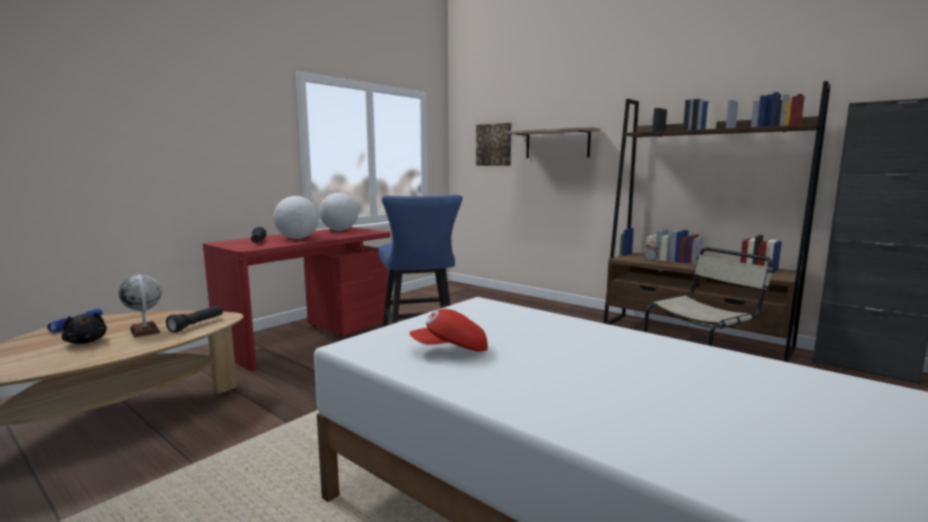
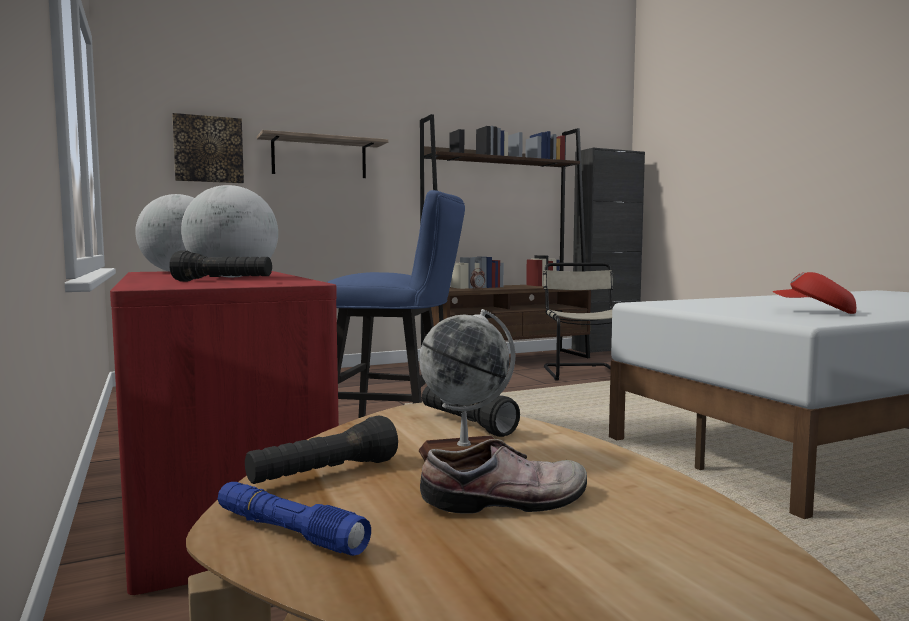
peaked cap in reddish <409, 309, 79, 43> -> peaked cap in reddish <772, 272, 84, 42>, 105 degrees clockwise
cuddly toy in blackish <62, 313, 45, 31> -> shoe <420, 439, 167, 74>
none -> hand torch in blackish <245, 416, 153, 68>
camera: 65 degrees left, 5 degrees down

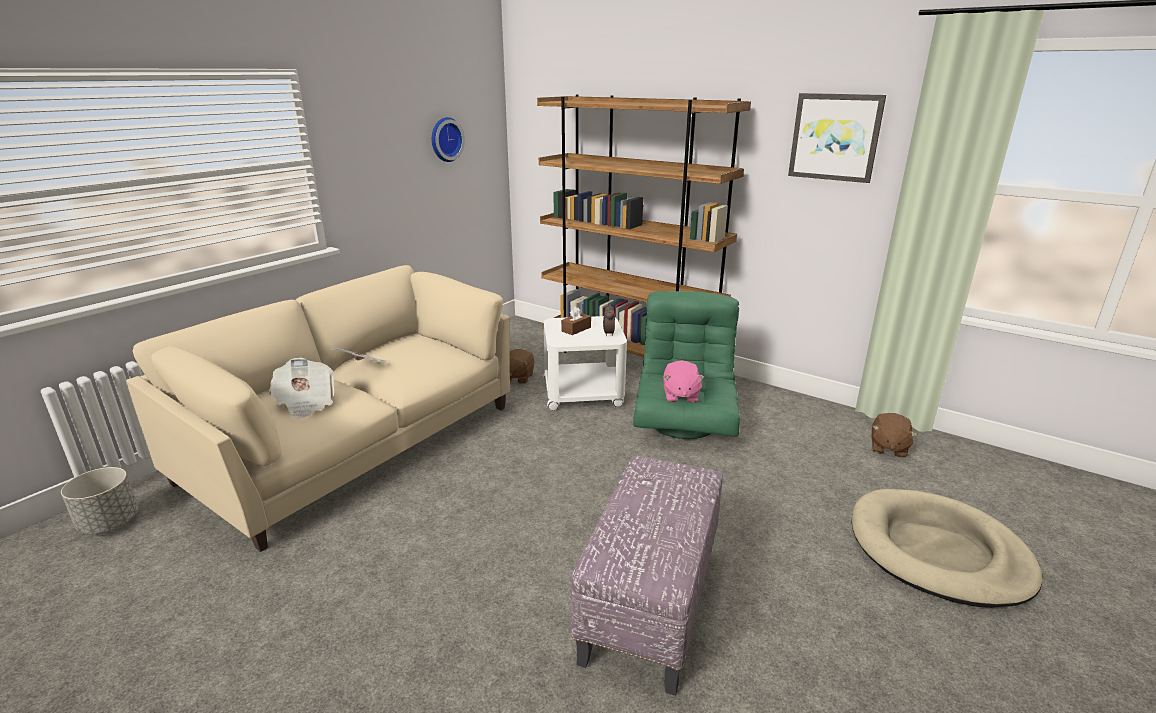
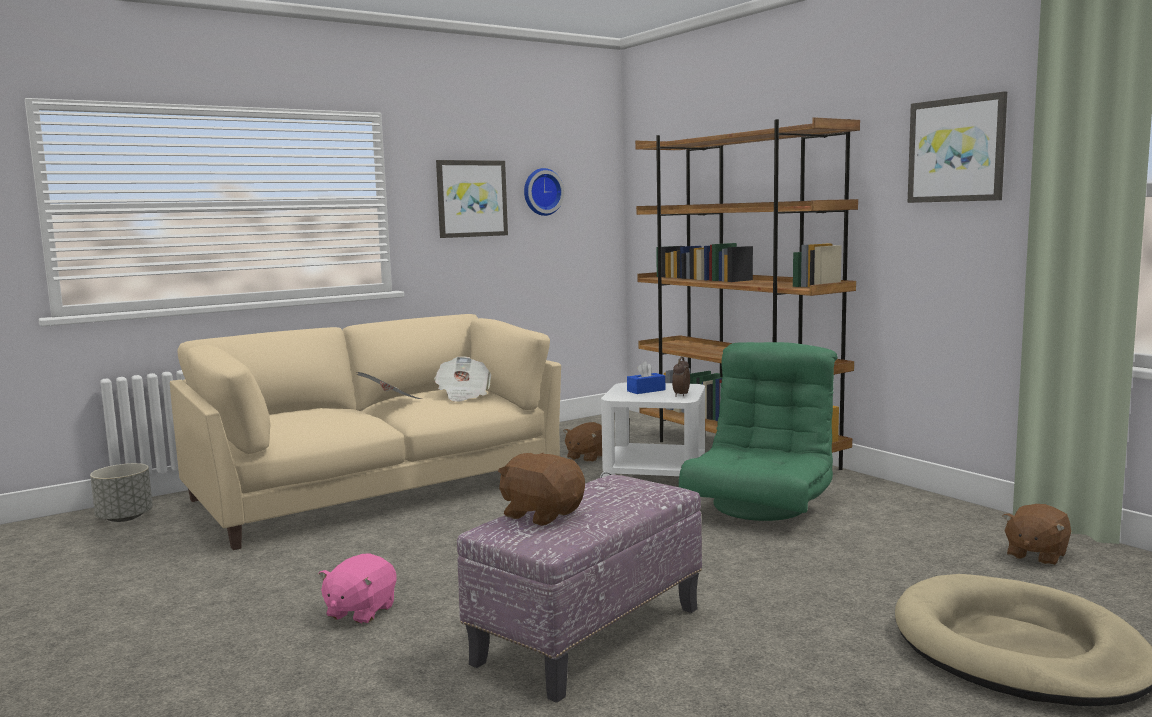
tissue holder in brown <561, 306, 30, 29> -> tissue holder in blue <627, 361, 39, 33>
daily paper <269, 357, 65, 62> -> daily paper <434, 356, 57, 46>, moved
cuddly toy in pink-coloured <663, 360, 42, 43> -> cuddly toy in pink-coloured <319, 553, 77, 71>, moved
none -> wall picture <436, 160, 72, 78>
none -> cuddly toy in brown <498, 453, 87, 73>
camera: 20 degrees right, 15 degrees down

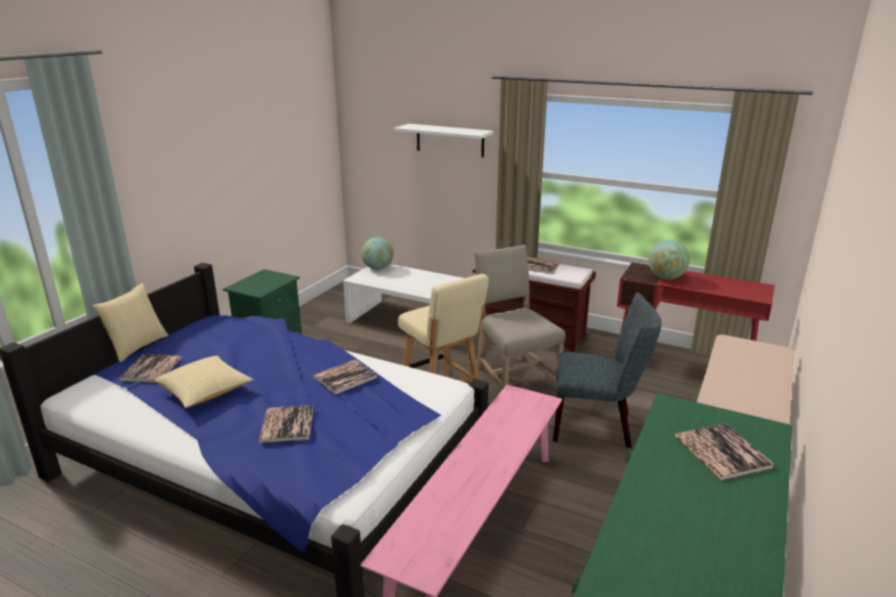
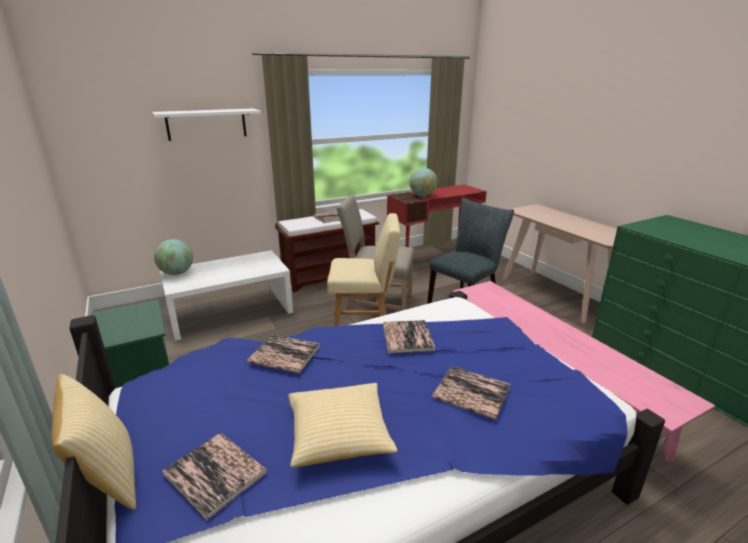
volume <675, 423, 100, 58> -> volume <247, 335, 73, 38>, moved
camera: 55 degrees left, 0 degrees up

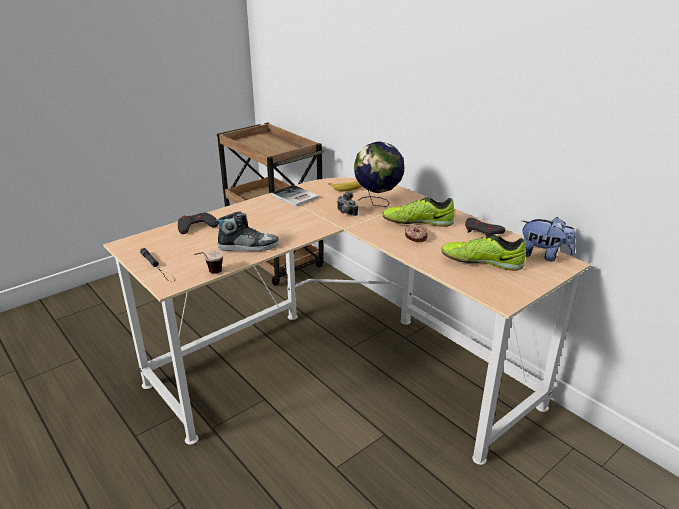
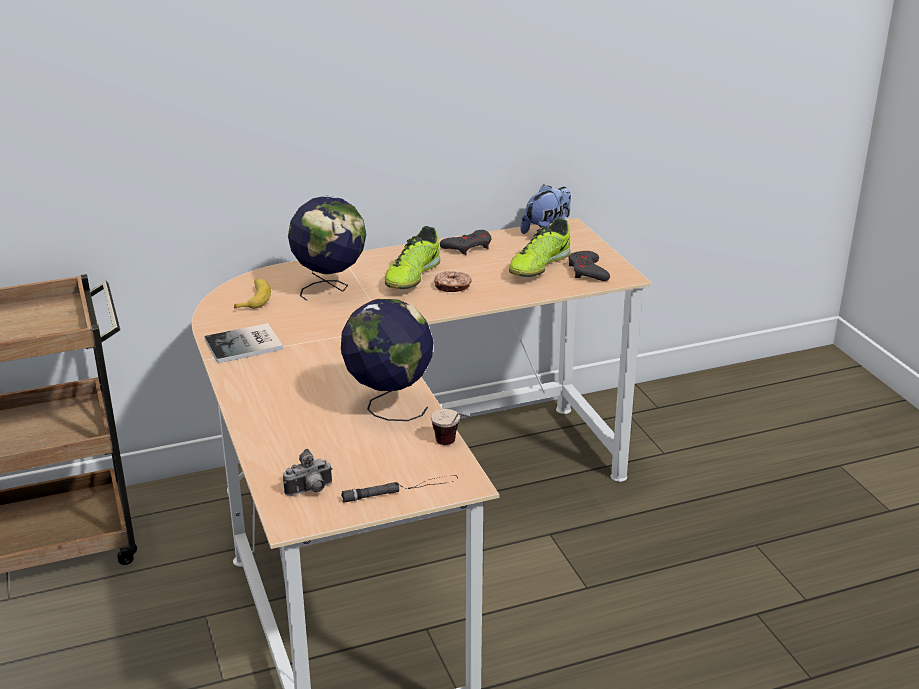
still camera <337, 192, 21, 24> -> still camera <283, 449, 49, 47>, moved
shoe <215, 211, 64, 40> -> world globe <341, 299, 93, 122>
game controller in grey <178, 213, 40, 21> -> game controller in grey <568, 251, 42, 30>, moved
camera: 70 degrees left, 0 degrees up

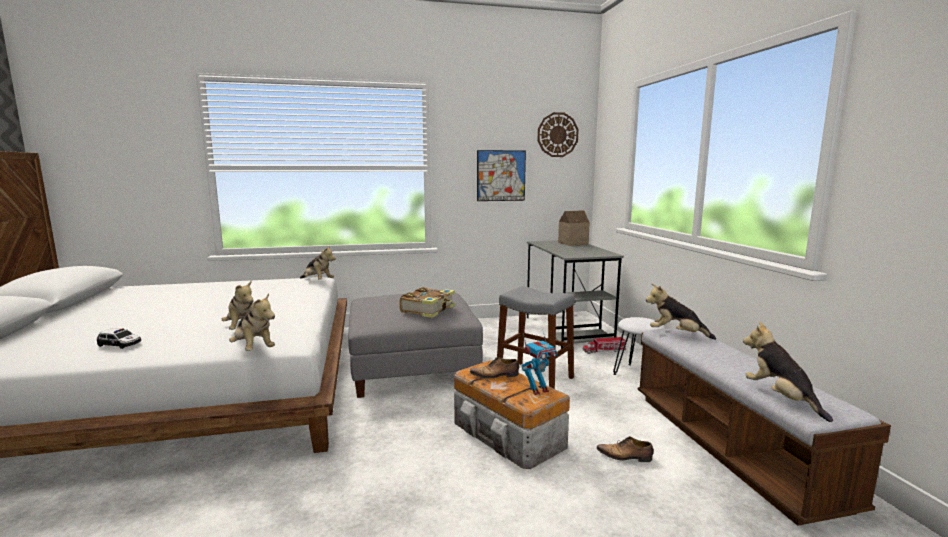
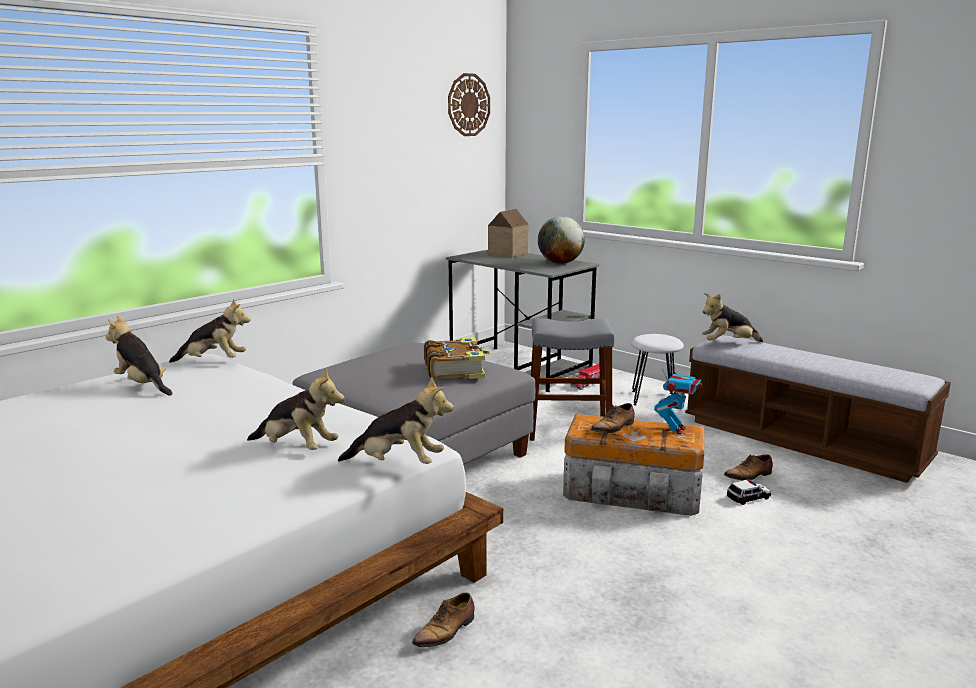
wall picture <477, 150, 49, 51> -> none
cuddly toy <743, 322, 90, 100> -> cuddly toy <105, 316, 68, 80>, moved
model car <97, 328, 44, 21> -> model car <727, 479, 44, 26>, moved
none -> world globe <538, 216, 47, 48>
none -> shoe <412, 593, 63, 54>
camera: 35 degrees left, 5 degrees up

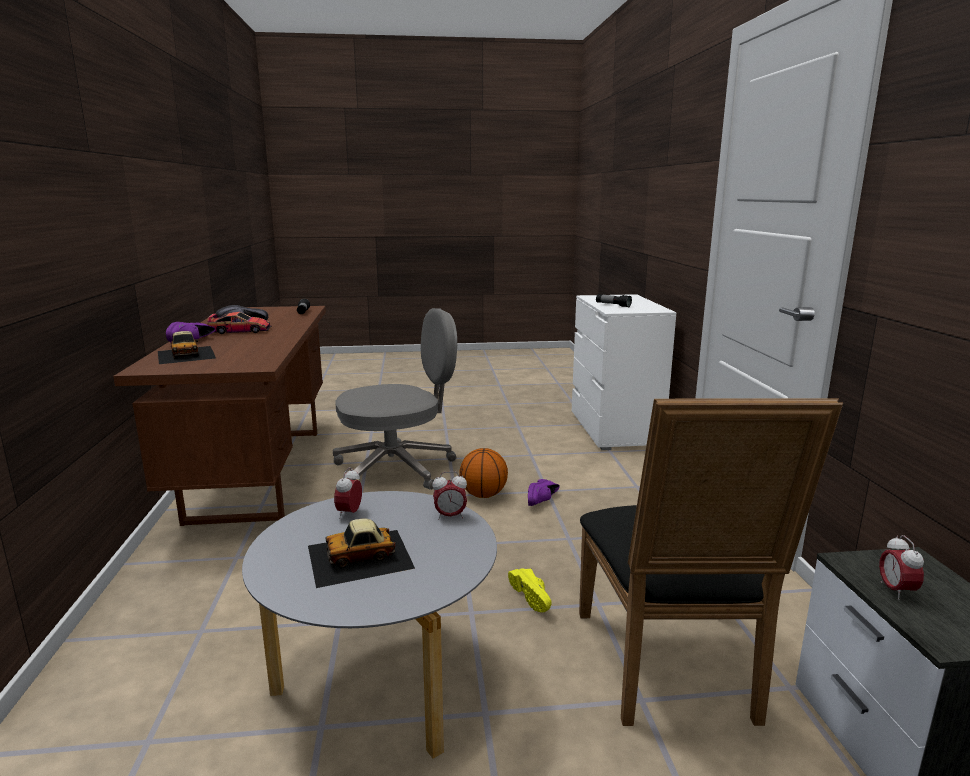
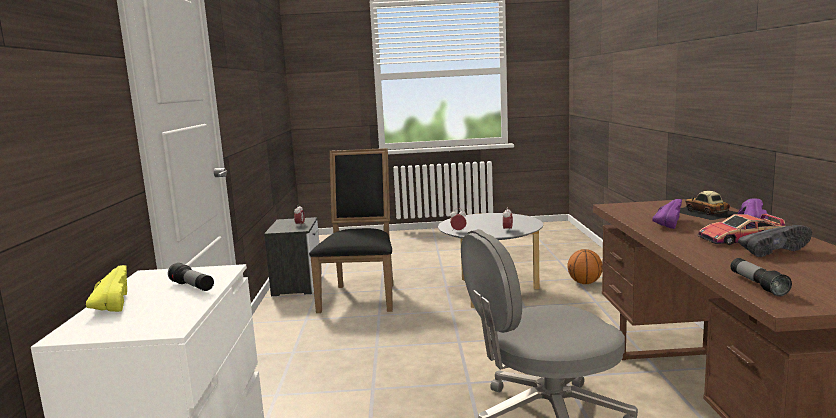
basketball ball <459, 448, 49, 50> -> basketball ball <567, 249, 36, 35>, moved
shoe in purple-coloured <528, 479, 32, 27> -> shoe in purple-coloured <652, 199, 30, 30>, moved
model car <308, 519, 107, 69> -> none
shoe in yellow <508, 568, 44, 44> -> shoe in yellow <86, 265, 41, 47>, moved
camera: 175 degrees left, 5 degrees down

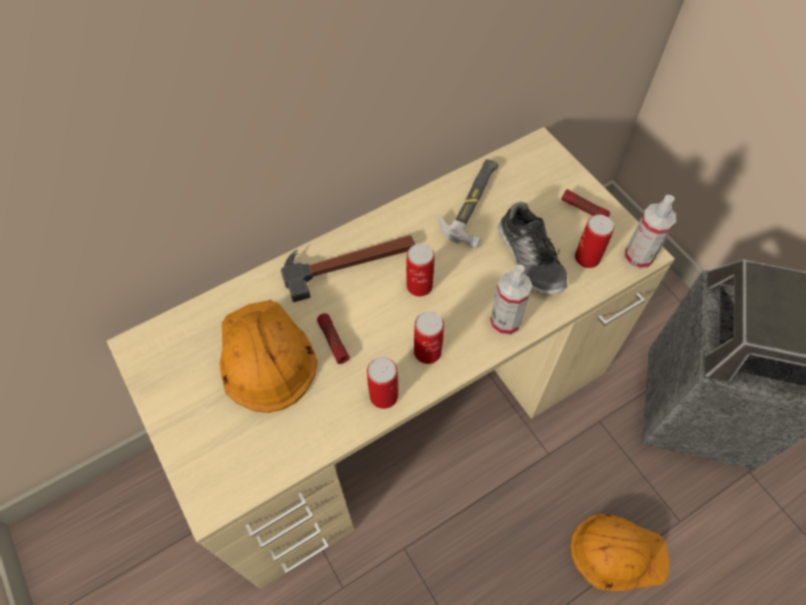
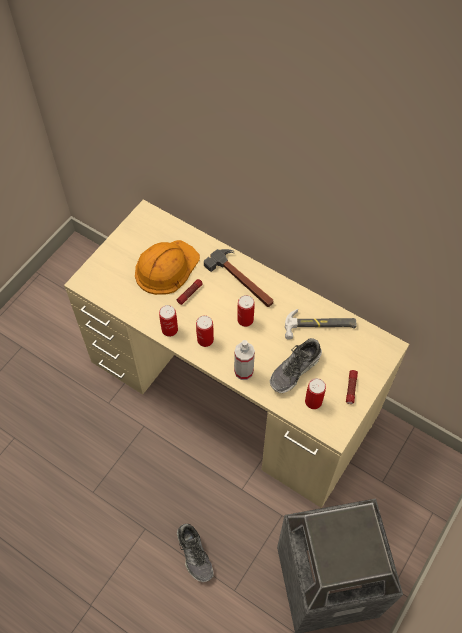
hand sprayer <624, 195, 52, 74> -> none
work helmet in orange-coloured <570, 513, 100, 79> -> shoe <177, 524, 36, 58>
camera: 65 degrees right, 0 degrees up

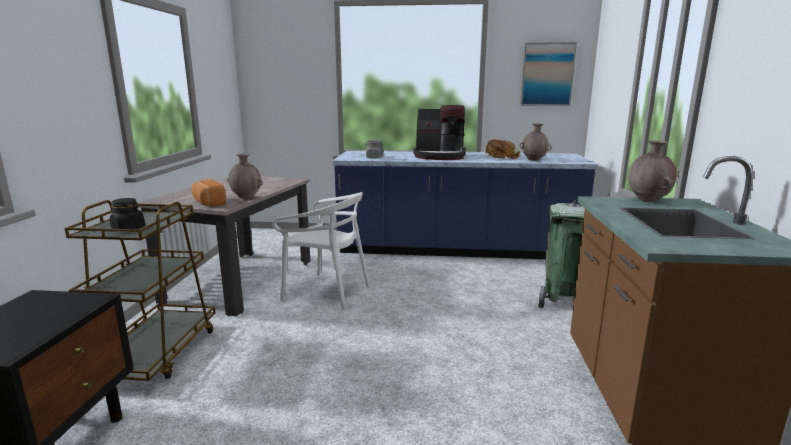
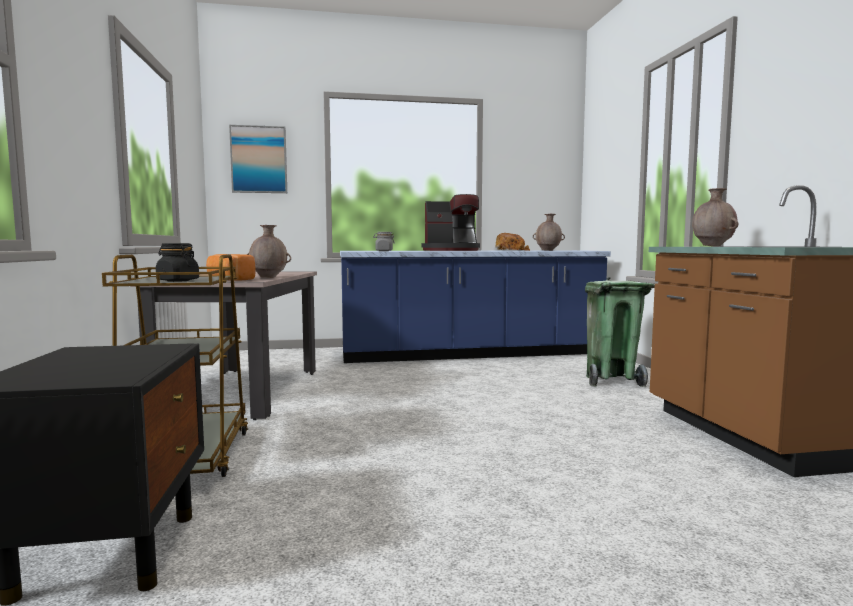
wall picture <520, 42, 57, 64> -> wall picture <229, 125, 58, 68>, moved
upright chair in whitish <272, 192, 98, 117> -> none
camera: 15 degrees left, 10 degrees down

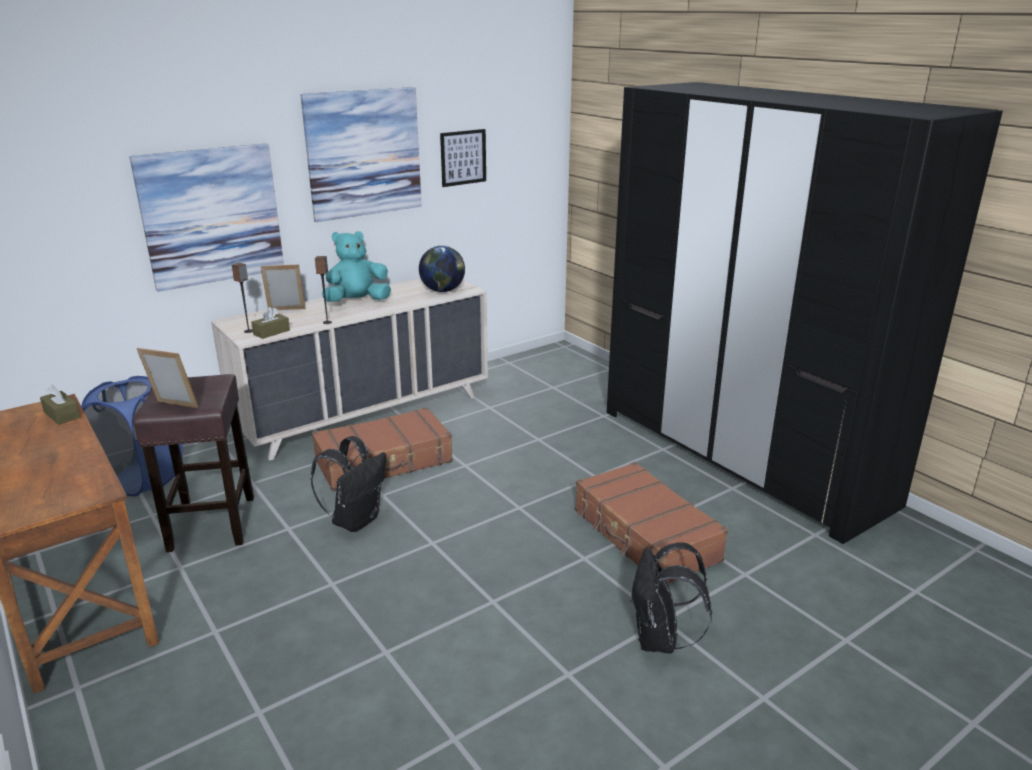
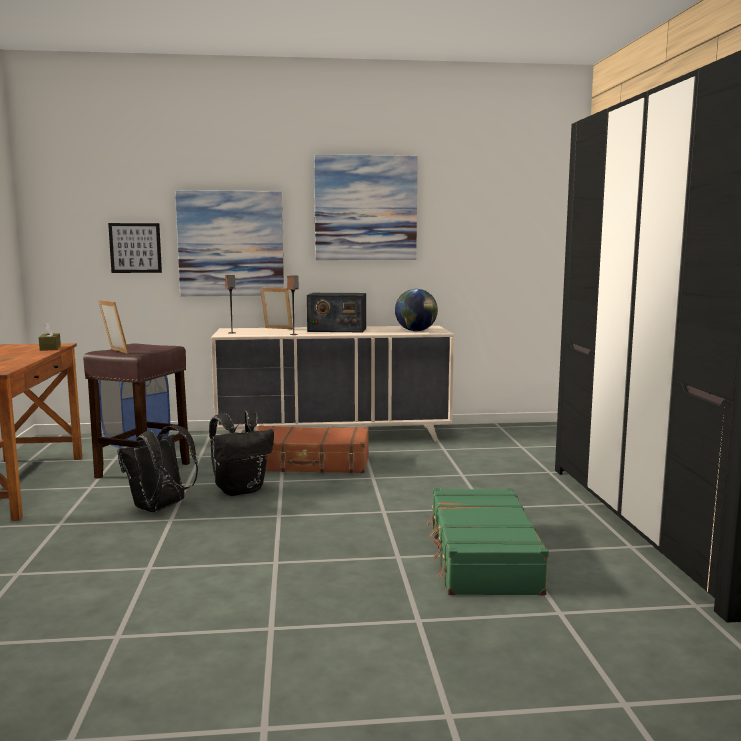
wall picture <440, 129, 46, 58> -> wall picture <108, 223, 54, 50>, moved
cuddly toy in turquoise-coloured <322, 231, 69, 71> -> radio set <307, 293, 59, 39>
tissue holder in brown <251, 307, 39, 32> -> none
travel case in brown <575, 462, 153, 122> -> travel case in green-coloured <427, 488, 122, 107>
knapsack in blackish <631, 542, 81, 111> -> knapsack in blackish <117, 425, 81, 87>, moved
camera: 30 degrees right, 15 degrees down

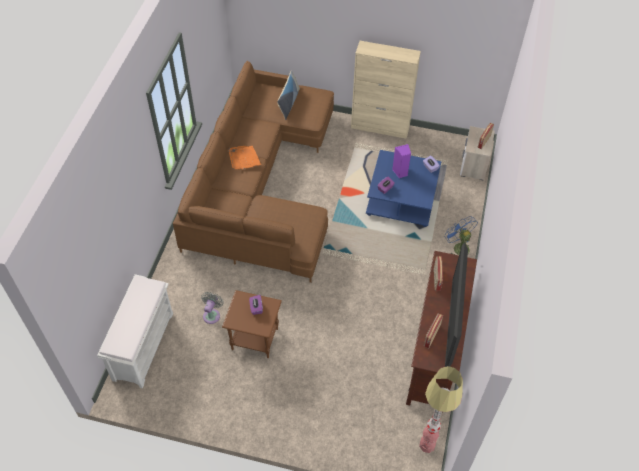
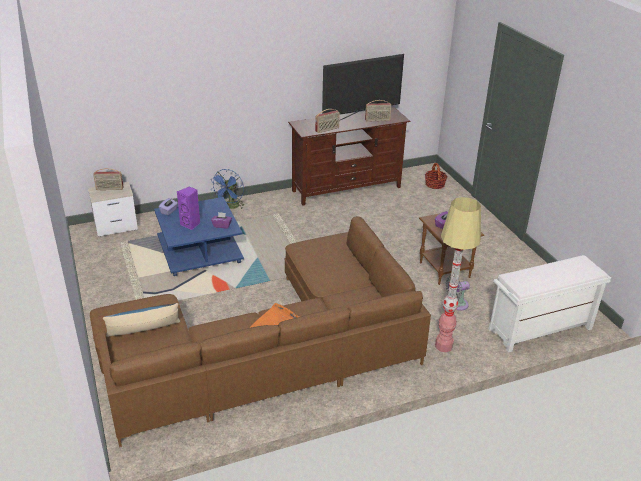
cupboard in beige-coloured <351, 41, 70, 98> -> none
standing lamp <419, 366, 44, 87> -> standing lamp <435, 197, 46, 155>, moved
none -> household basket <425, 163, 23, 26>
camera: 125 degrees left, 20 degrees down

